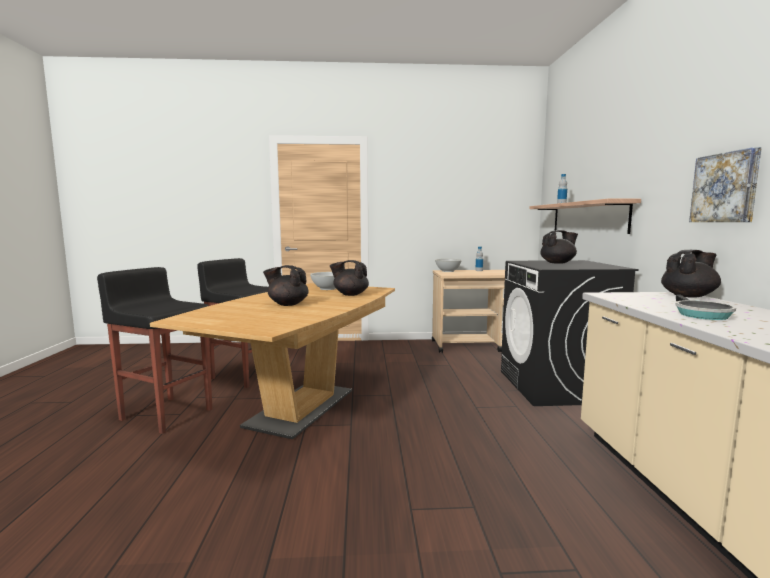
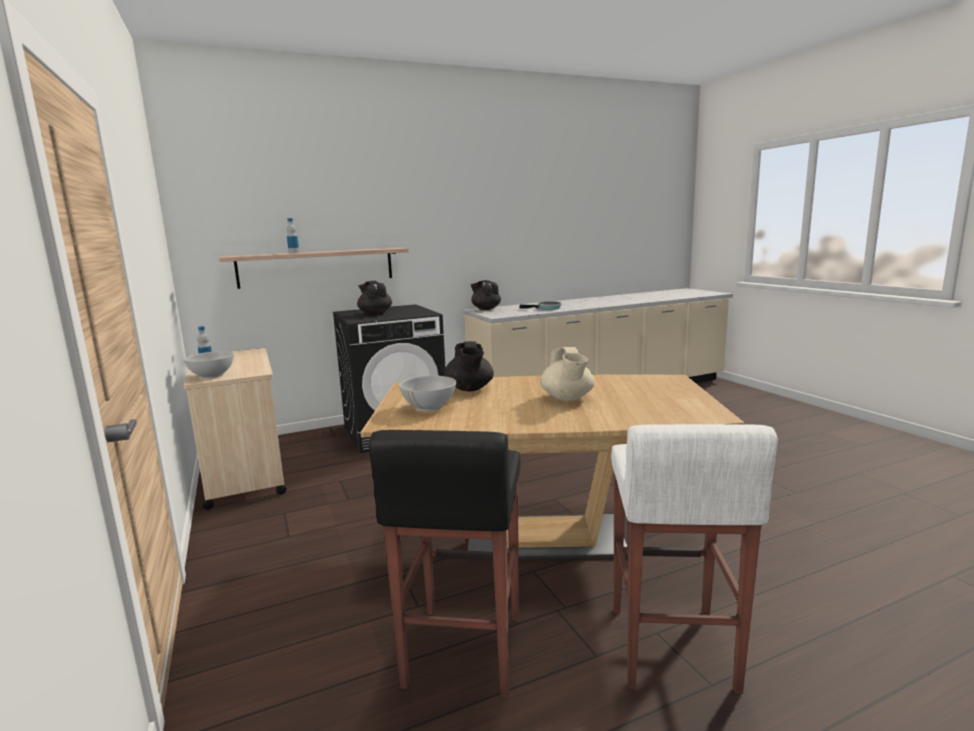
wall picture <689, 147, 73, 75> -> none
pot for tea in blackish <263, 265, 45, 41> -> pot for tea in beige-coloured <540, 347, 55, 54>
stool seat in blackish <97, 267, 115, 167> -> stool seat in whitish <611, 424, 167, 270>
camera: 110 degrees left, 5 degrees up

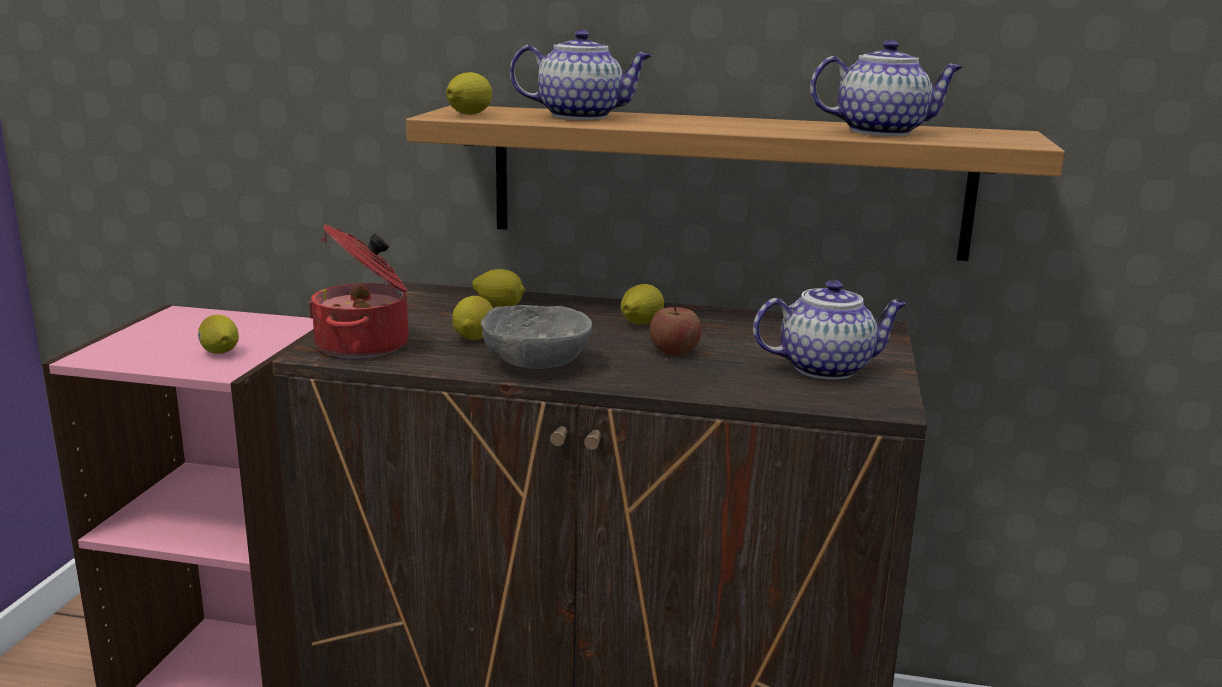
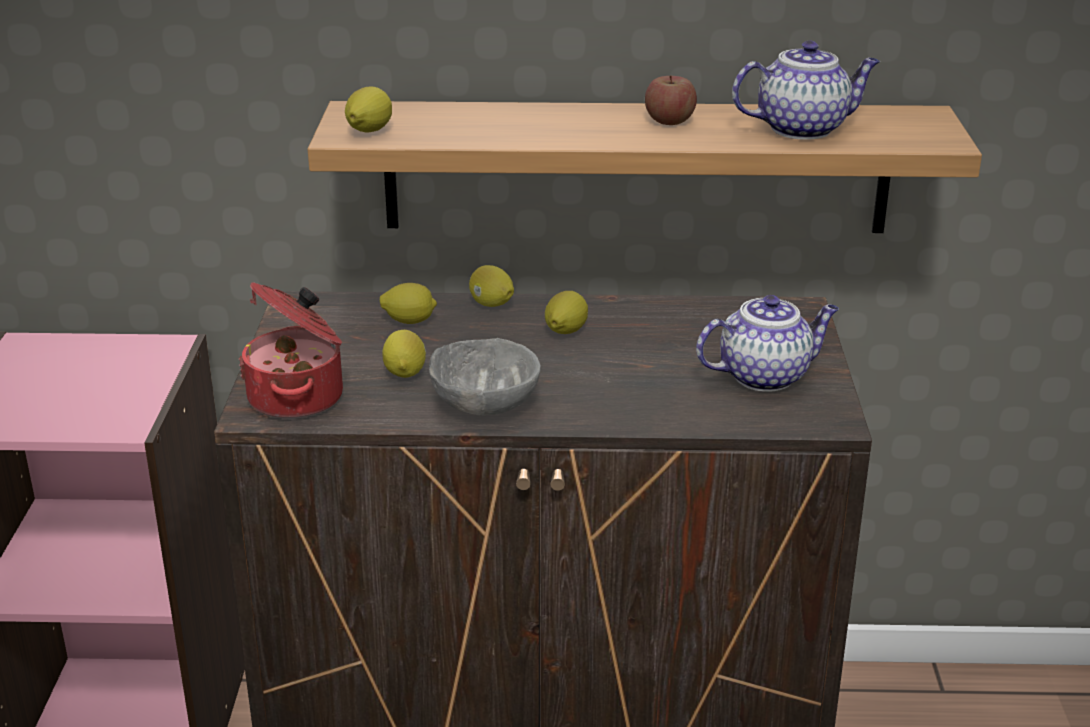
pot for tea <510, 30, 142, 90> -> none
apple fruit <650, 306, 51, 50> -> apple fruit <645, 75, 52, 50>, moved
lemon <198, 315, 41, 39> -> lemon <469, 265, 45, 42>, moved
camera: 10 degrees left, 10 degrees up

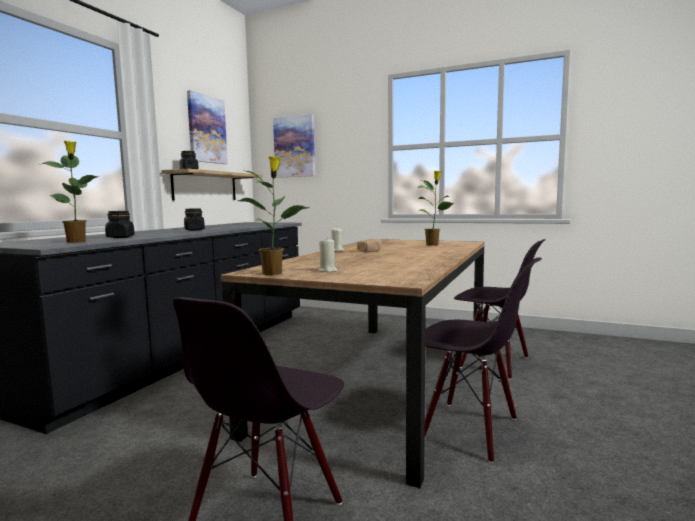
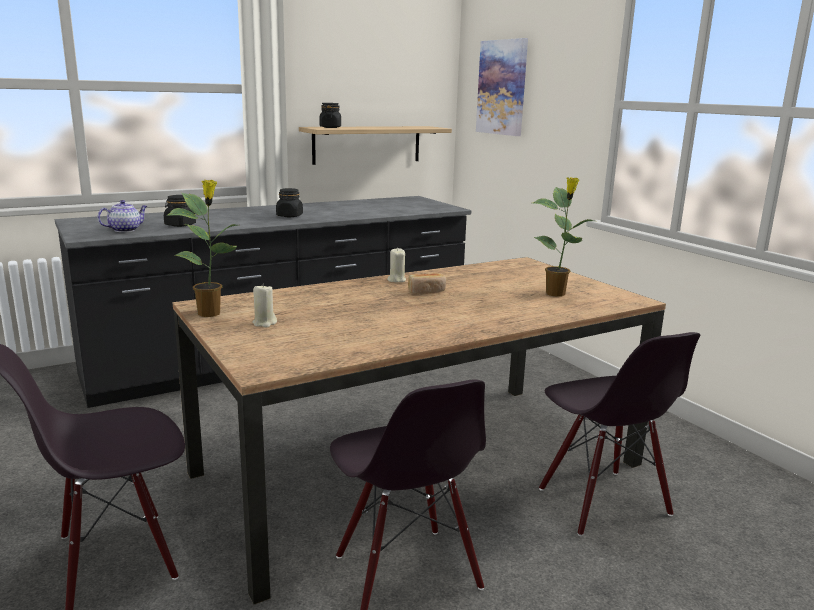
wall picture <187, 90, 41, 74> -> none
potted plant <38, 141, 61, 102> -> pot for tea <98, 200, 49, 32>
camera: 35 degrees right, 10 degrees up

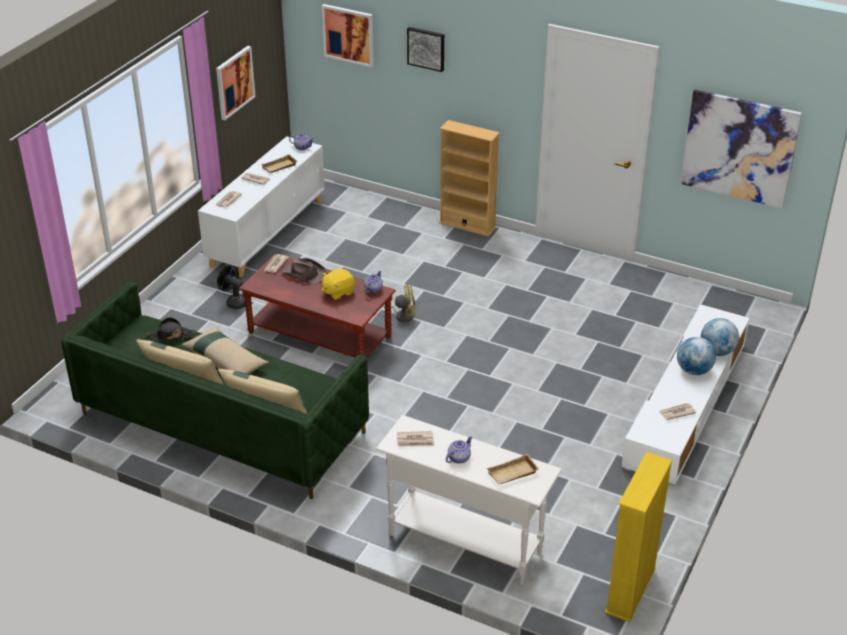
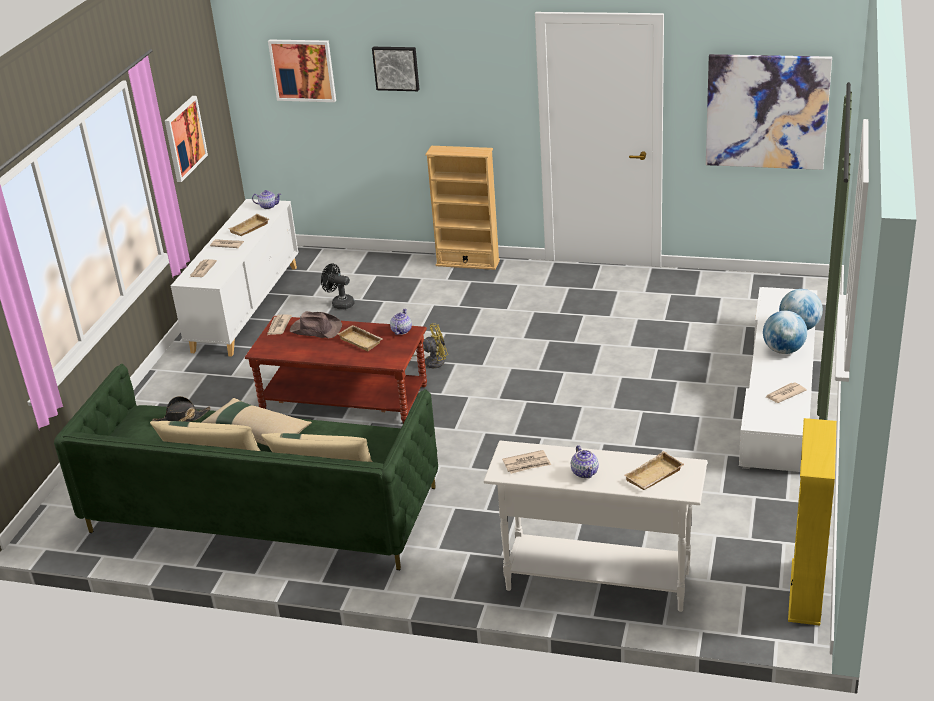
fan in blackish <217, 266, 28, 43> -> fan in blackish <321, 263, 34, 47>, moved
cuddly toy in yellow <322, 268, 33, 32> -> serving tray in beige-coloured <337, 325, 46, 26>
pot for tea <446, 436, 27, 27> -> pot for tea <571, 445, 28, 33>, 135 degrees clockwise
camera: 10 degrees left, 5 degrees down

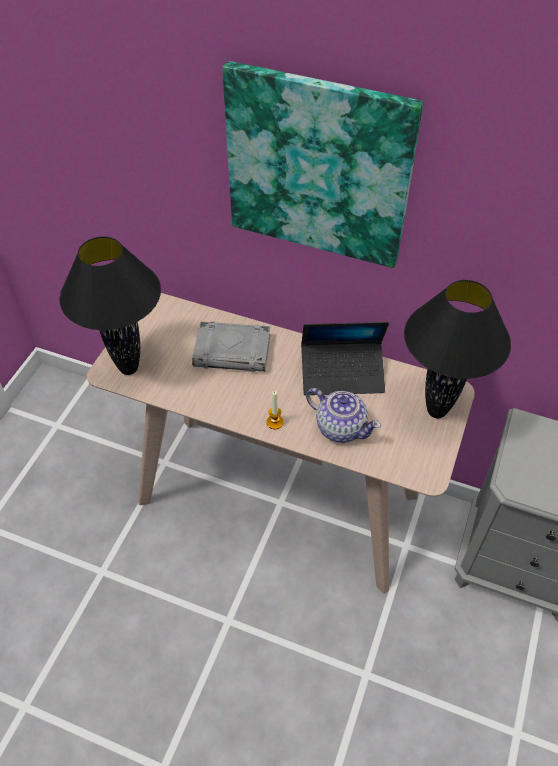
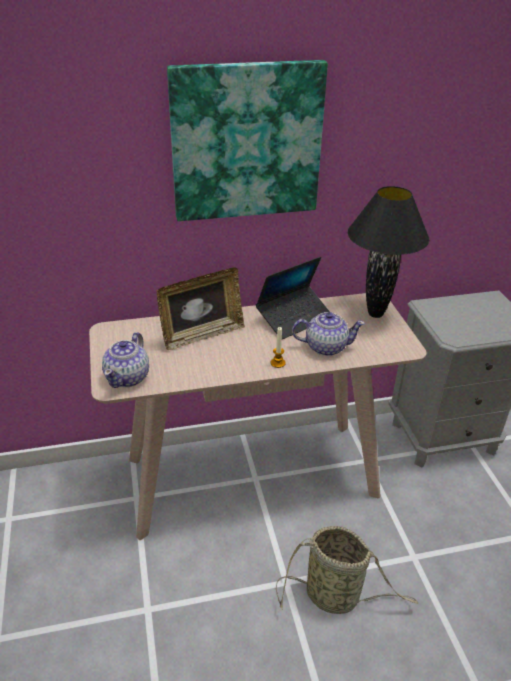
tabletop lamp in blackish <59, 236, 102, 139> -> pot for tea <102, 332, 47, 56>
volume in grey <192, 321, 78, 51> -> standing frame <157, 267, 88, 83>
none -> household basket <276, 526, 142, 88>
camera: 35 degrees left, 15 degrees down

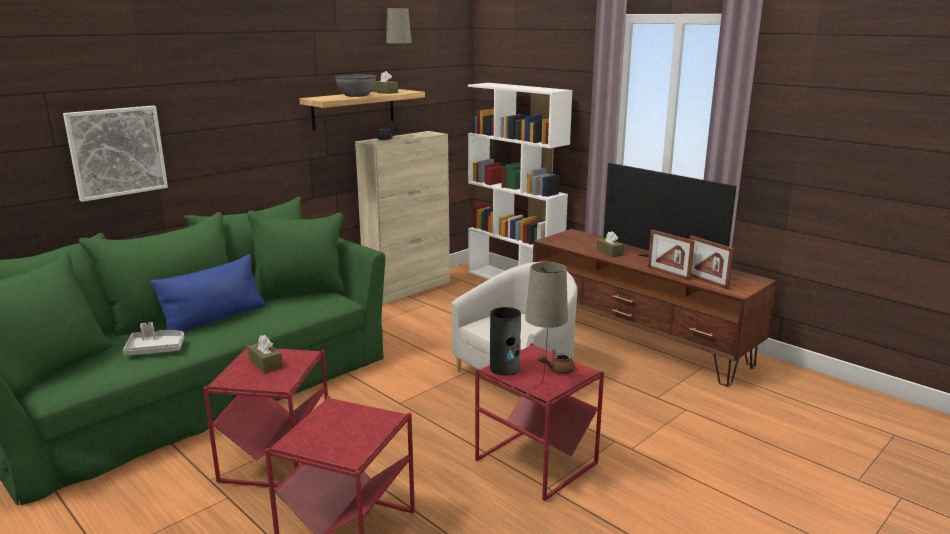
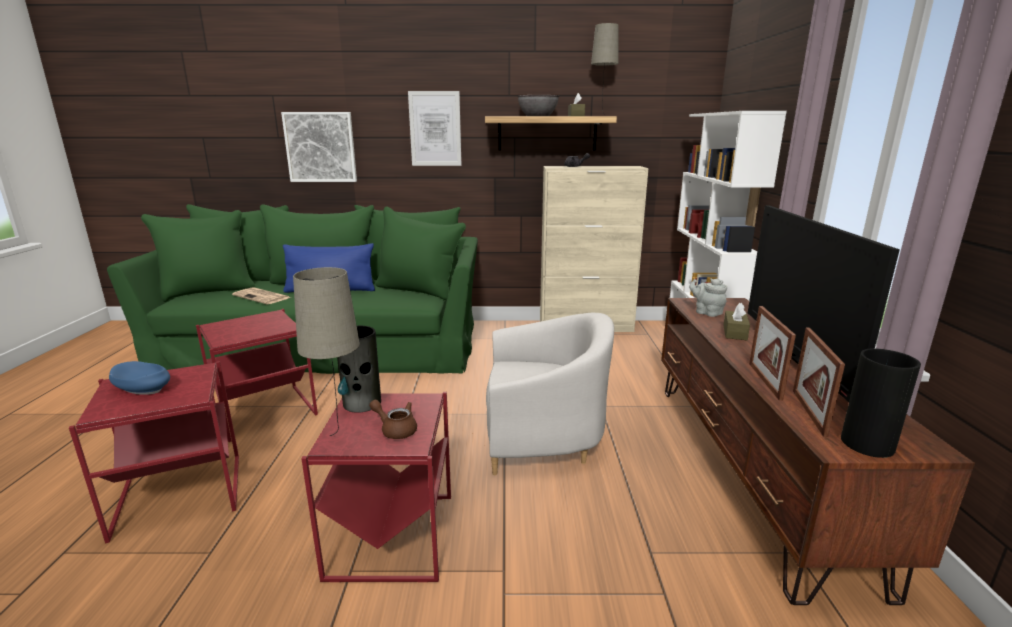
serving tray in grey <123, 322, 61, 33> -> daily paper <232, 287, 59, 17>
tissue holder in brown <247, 335, 36, 38> -> none
none -> wall picture <408, 91, 53, 75>
none -> pot for tea in grey <689, 278, 38, 39>
none -> flower vase <841, 348, 80, 110>
none -> serving bowl in blue <109, 361, 61, 34>
camera: 45 degrees right, 0 degrees up

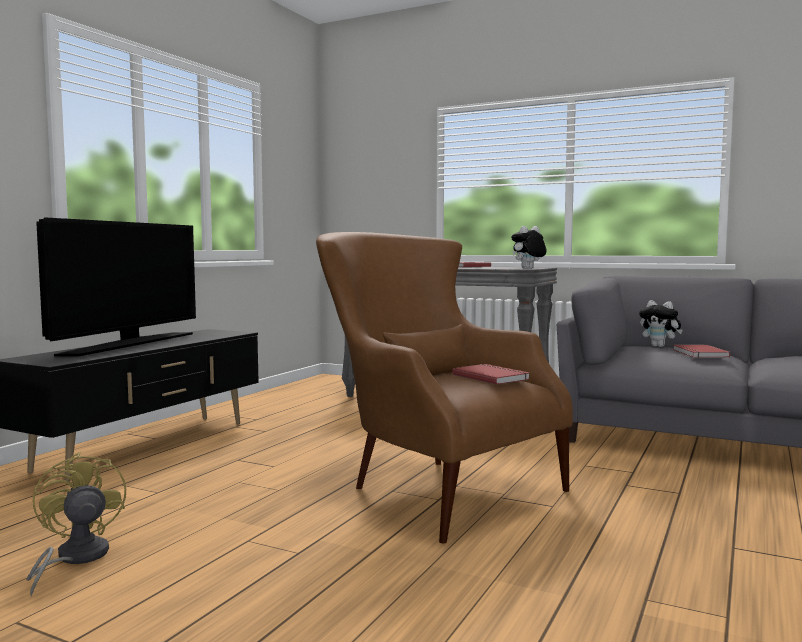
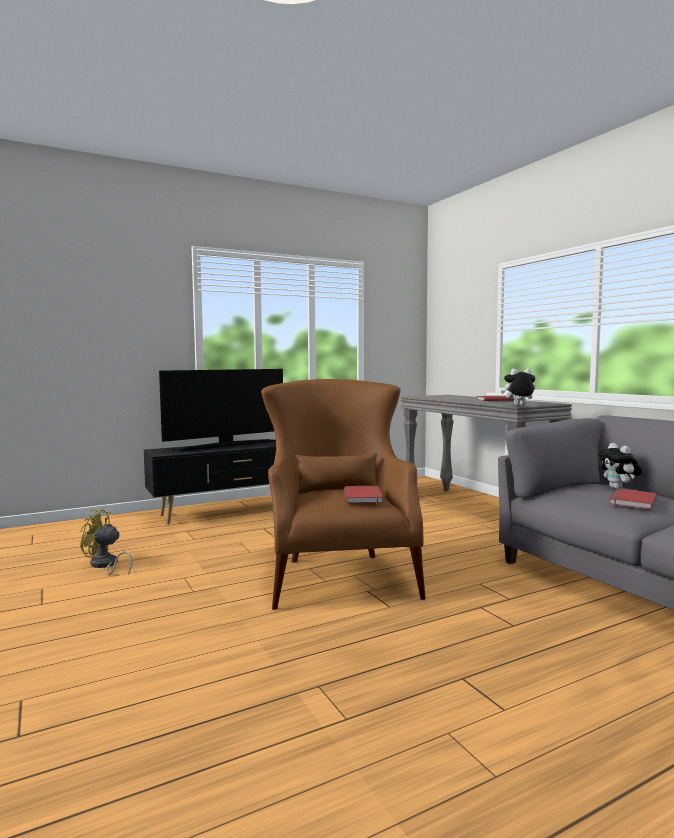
fan in yellow <26, 452, 100, 145> -> fan in yellow <80, 509, 52, 66>, 90 degrees counterclockwise
camera: 35 degrees right, 0 degrees up

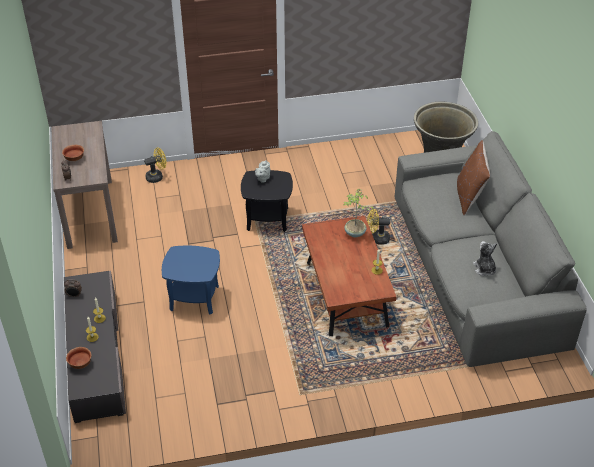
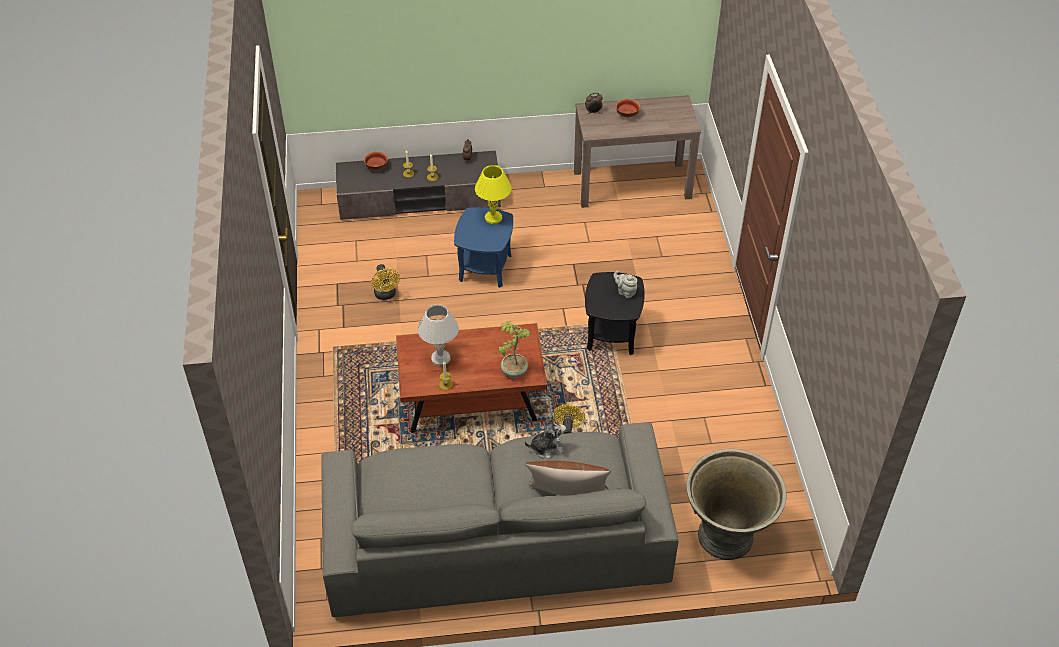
fan in yellow <144, 147, 23, 36> -> fan in yellow <371, 264, 29, 36>, moved
cuddly toy <473, 241, 24, 35> -> cuddly toy <525, 419, 41, 39>, moved
none -> tabletop lamp in yellow <475, 165, 37, 59>
none -> tabletop lamp in whitish <418, 304, 41, 62>
camera: 95 degrees right, 5 degrees up

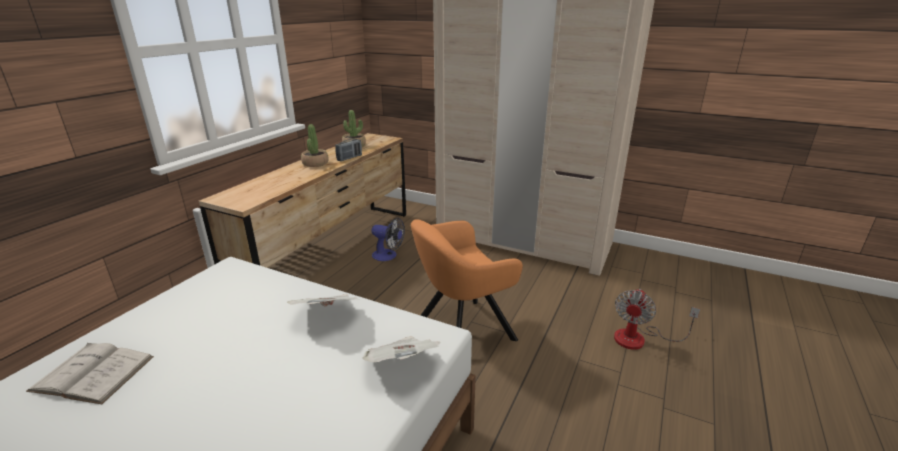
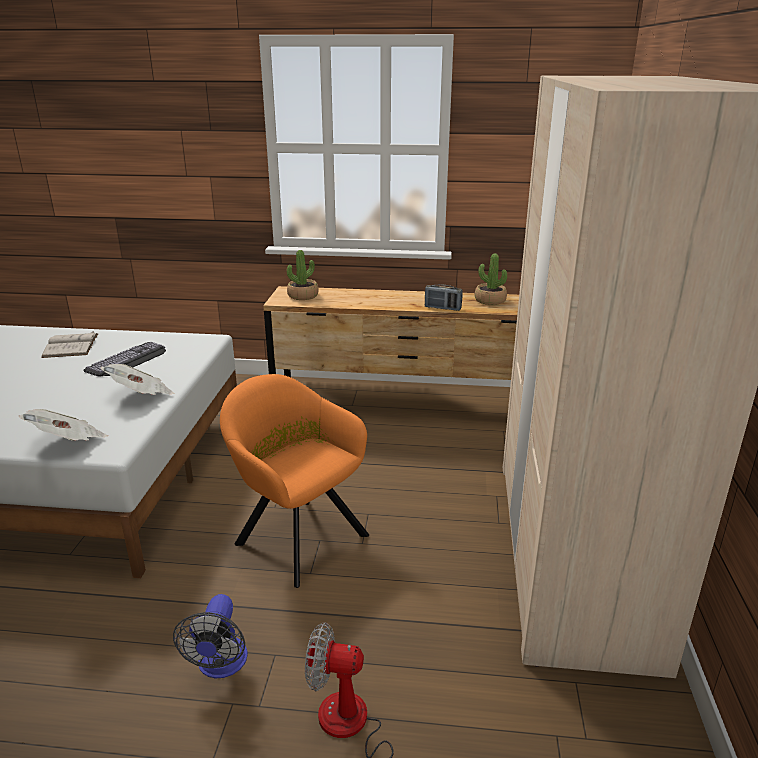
potted plant <301, 124, 28, 43> -> potted plant <287, 250, 32, 50>, moved
fan <371, 218, 34, 43> -> fan <173, 594, 75, 84>, moved
none -> keyboard <83, 342, 83, 35>
camera: 70 degrees right, 0 degrees up

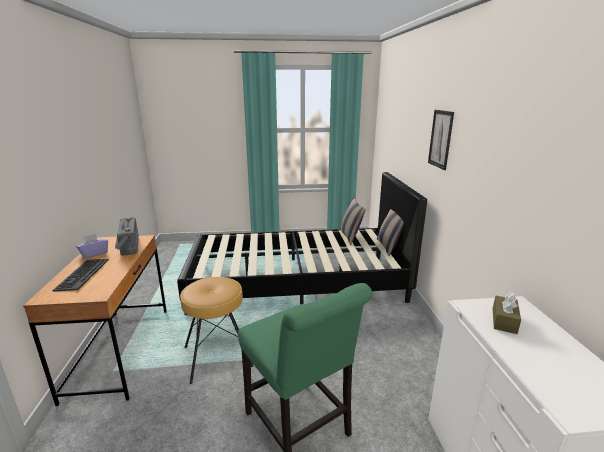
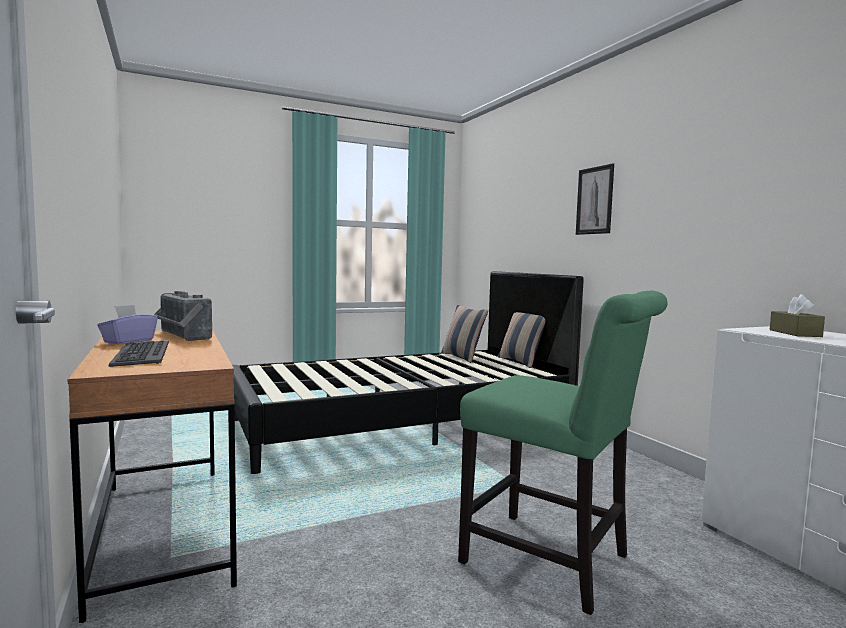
stool seat in brown <180, 277, 73, 107> -> none
camera: 20 degrees left, 15 degrees down

